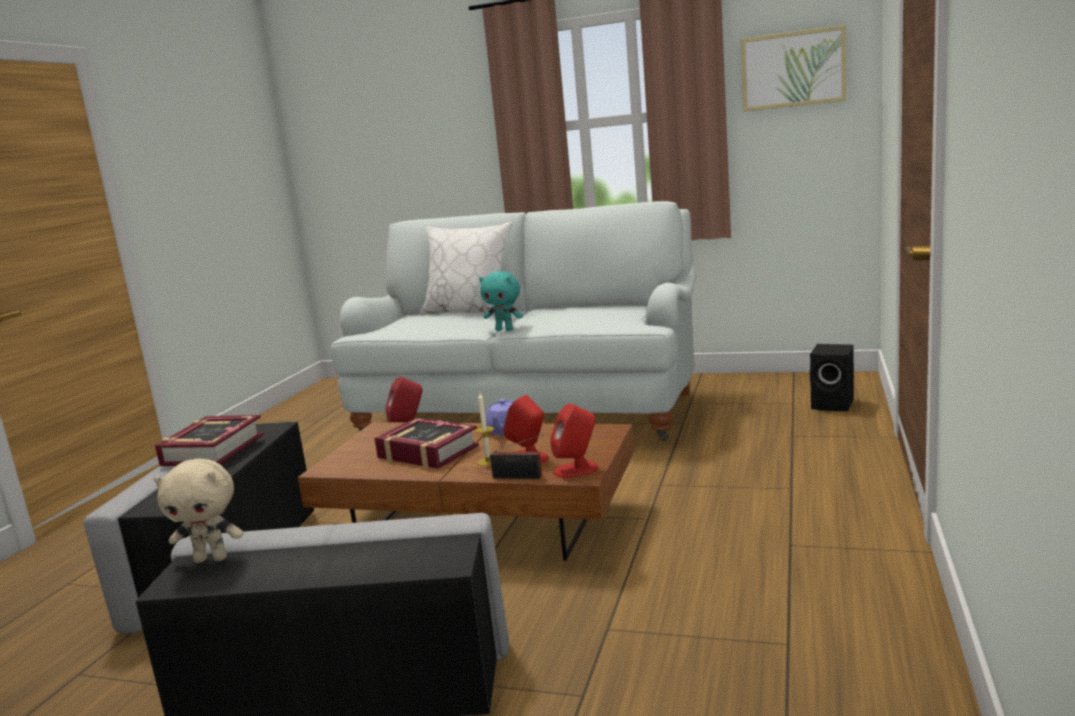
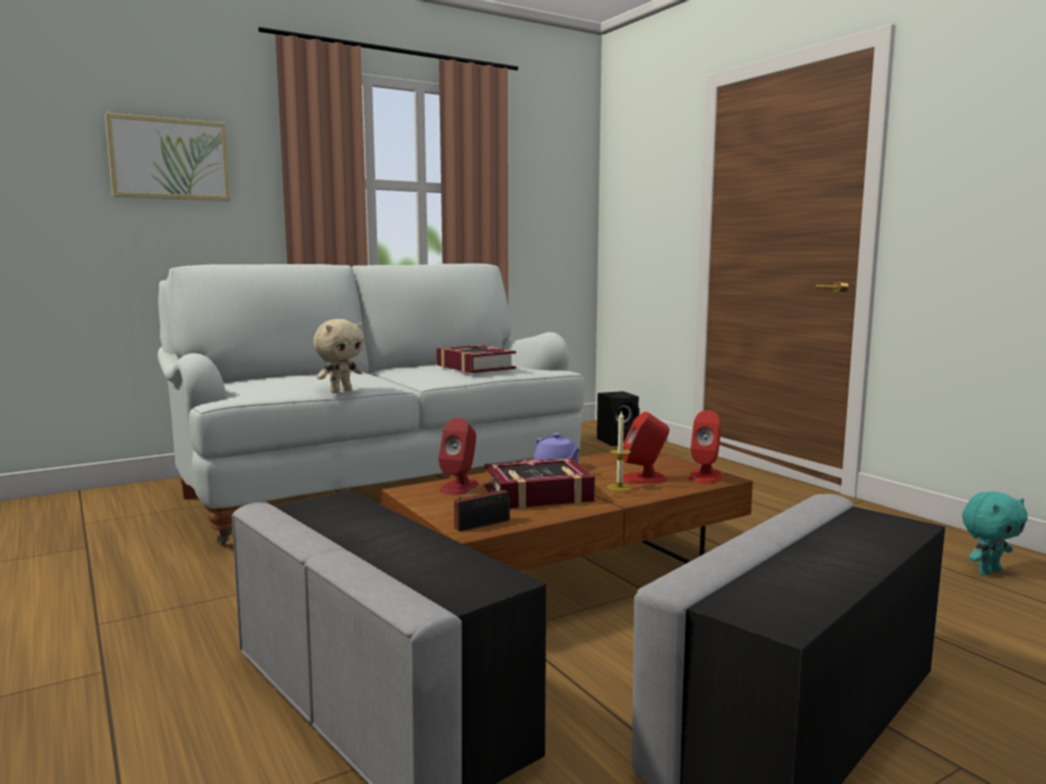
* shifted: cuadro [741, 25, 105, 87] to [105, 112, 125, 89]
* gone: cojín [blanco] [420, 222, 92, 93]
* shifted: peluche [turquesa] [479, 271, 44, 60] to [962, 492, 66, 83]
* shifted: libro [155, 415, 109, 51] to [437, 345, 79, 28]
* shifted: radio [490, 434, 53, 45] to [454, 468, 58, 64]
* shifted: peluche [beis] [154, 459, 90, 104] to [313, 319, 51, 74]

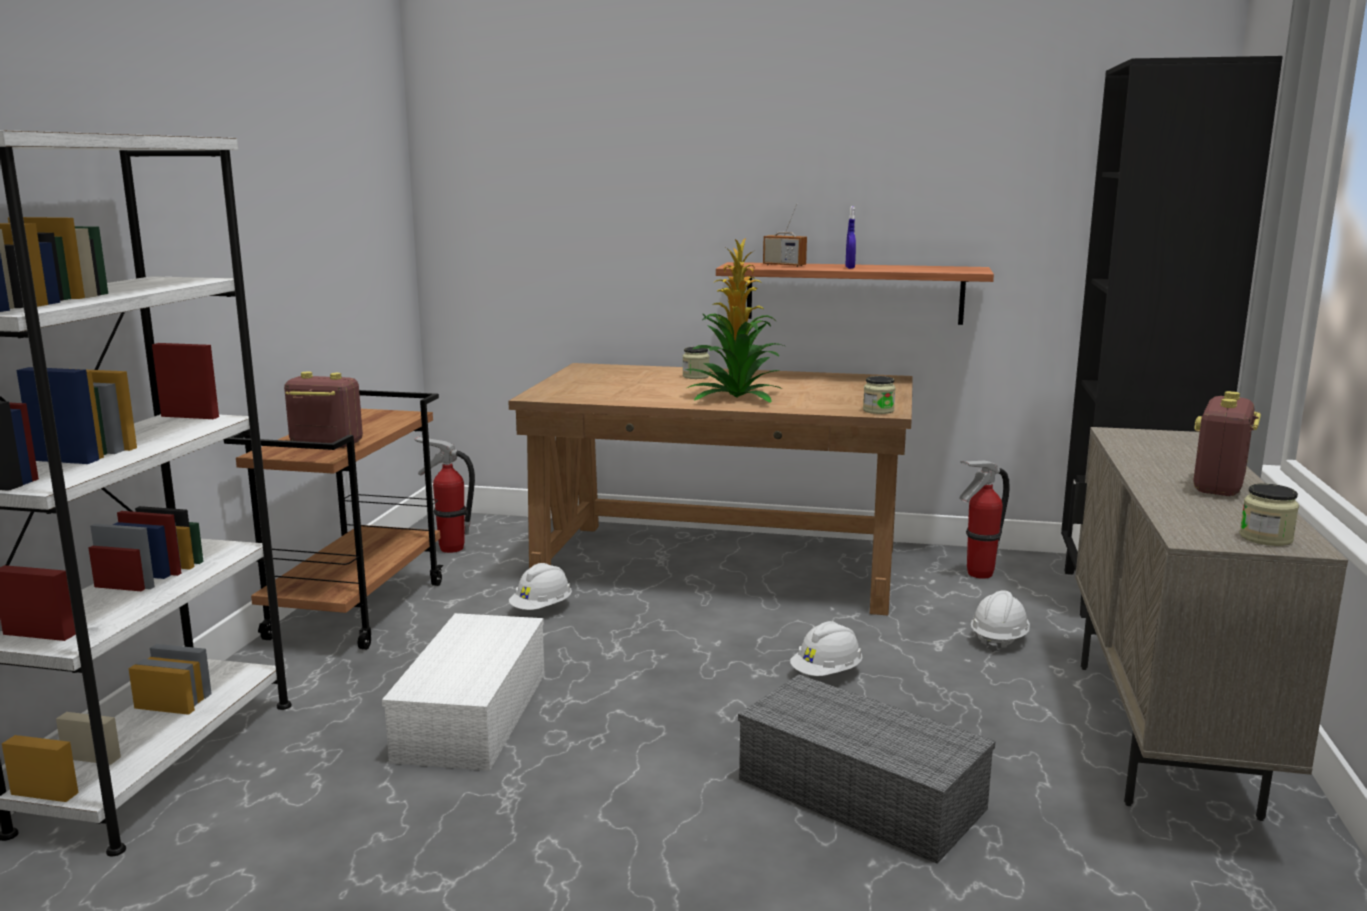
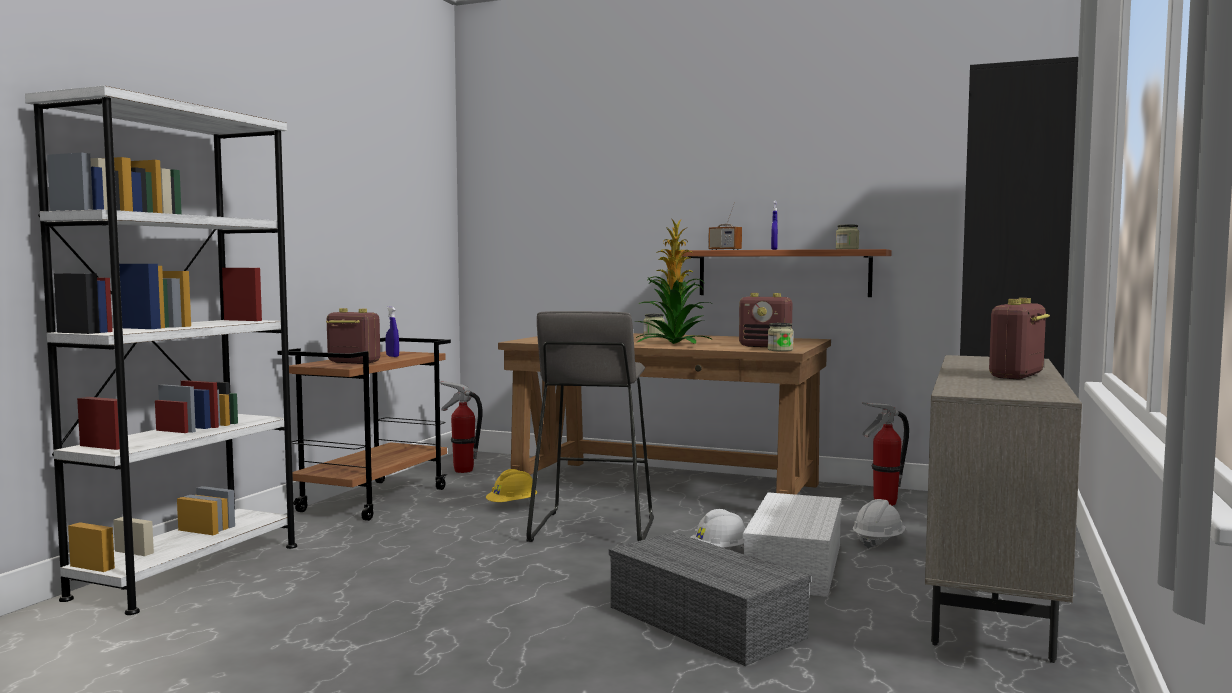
* shifted: tarro [1239, 484, 60, 62] to [836, 225, 23, 24]
* repainted: casco [blanco] [509, 563, 63, 47] to casco [amarillo] [486, 469, 51, 33]
* shifted: caja de almacenaje [blanco] [382, 613, 163, 158] to [743, 492, 99, 105]
* new: radio [739, 293, 53, 54]
* new: pulverizador [azul] [385, 307, 14, 50]
* new: taburete [gris] [527, 311, 127, 231]

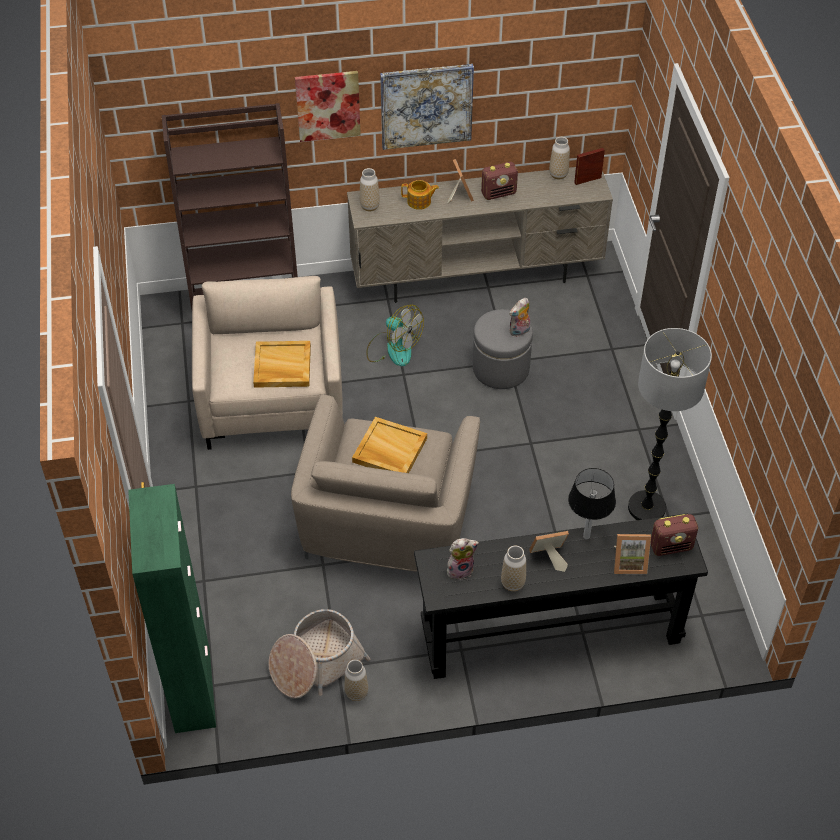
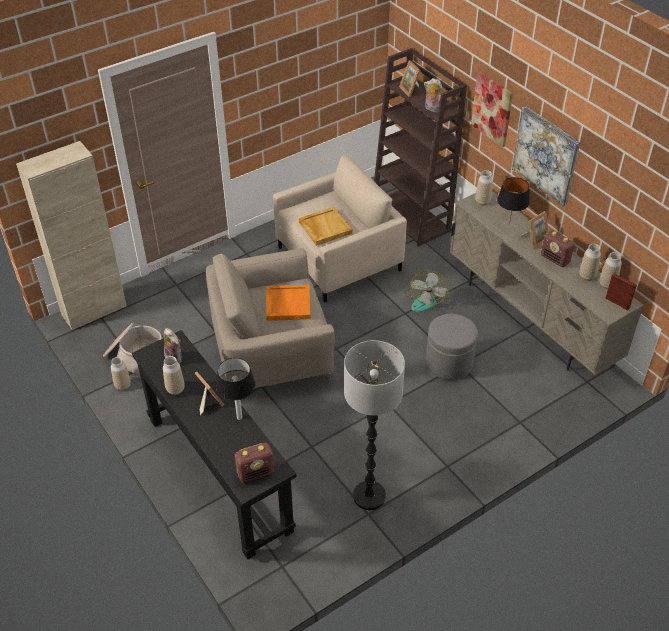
* swapped: tetera [401, 180, 38, 30] to lámpara de mesa [negro] [497, 177, 33, 47]
* shifted: peluche [509, 298, 21, 39] to [424, 78, 18, 34]
* repainted: bandeja [beis] [352, 417, 75, 56] to bandeja [naranja] [266, 285, 45, 36]
* repainted: armario [verde] [128, 484, 88, 249] to armario [beis] [16, 141, 111, 190]
* rotated: radio [650, 514, 48, 42] = [235, 443, 39, 40] 75 degrees counterclockwise
* shifted: portarretratos [614, 534, 37, 40] to [399, 60, 22, 37]
* new: florero [579, 244, 22, 37]

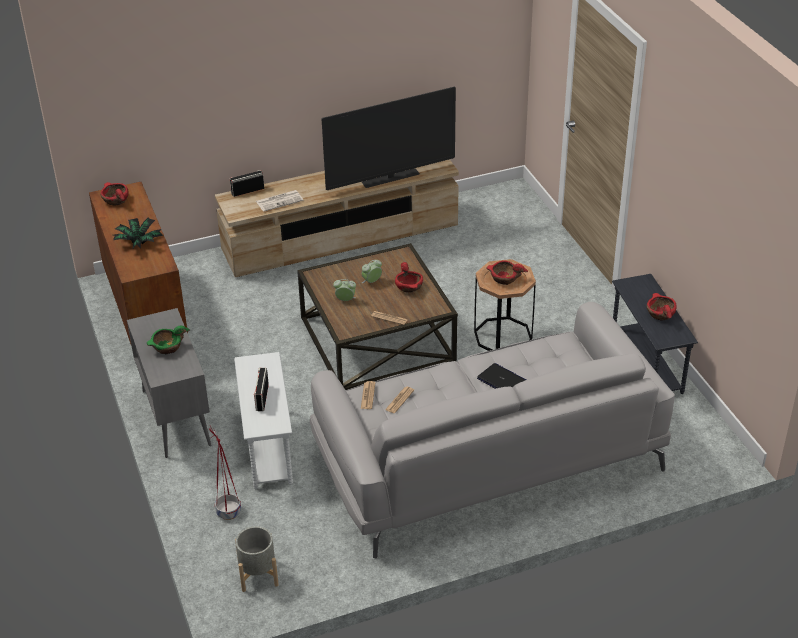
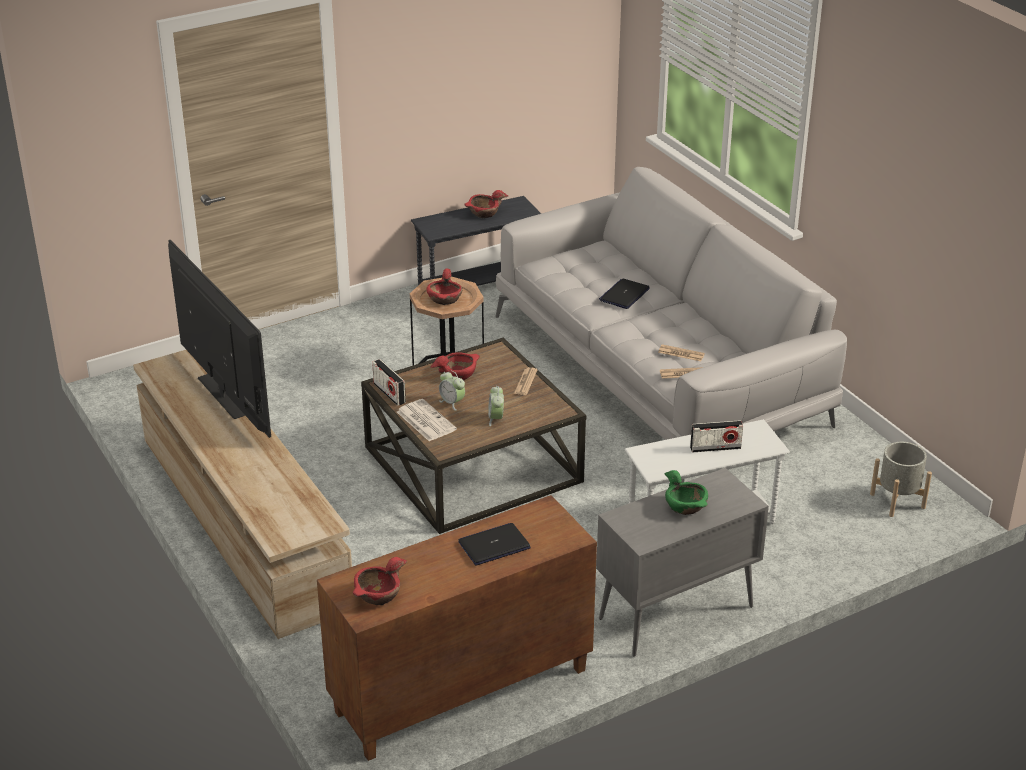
* shifted: radio [230, 170, 34, 27] to [372, 359, 34, 47]
* shifted: periódico [256, 190, 47, 22] to [397, 399, 60, 43]
* swapped: planta en maceta [113, 217, 51, 31] to portátil [458, 523, 73, 42]
* gone: maceta [rojo] [209, 426, 32, 94]

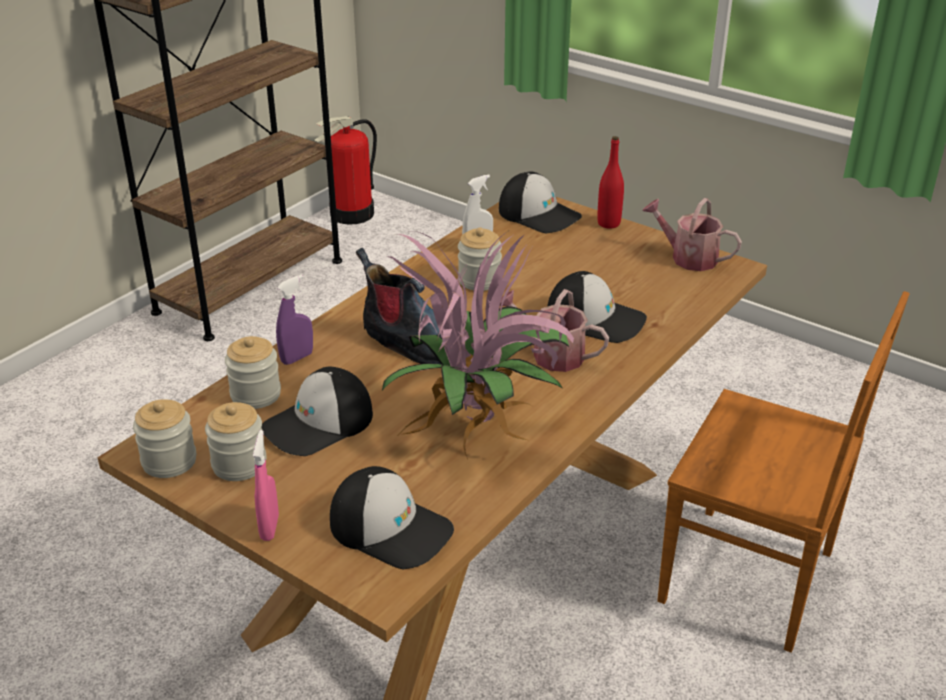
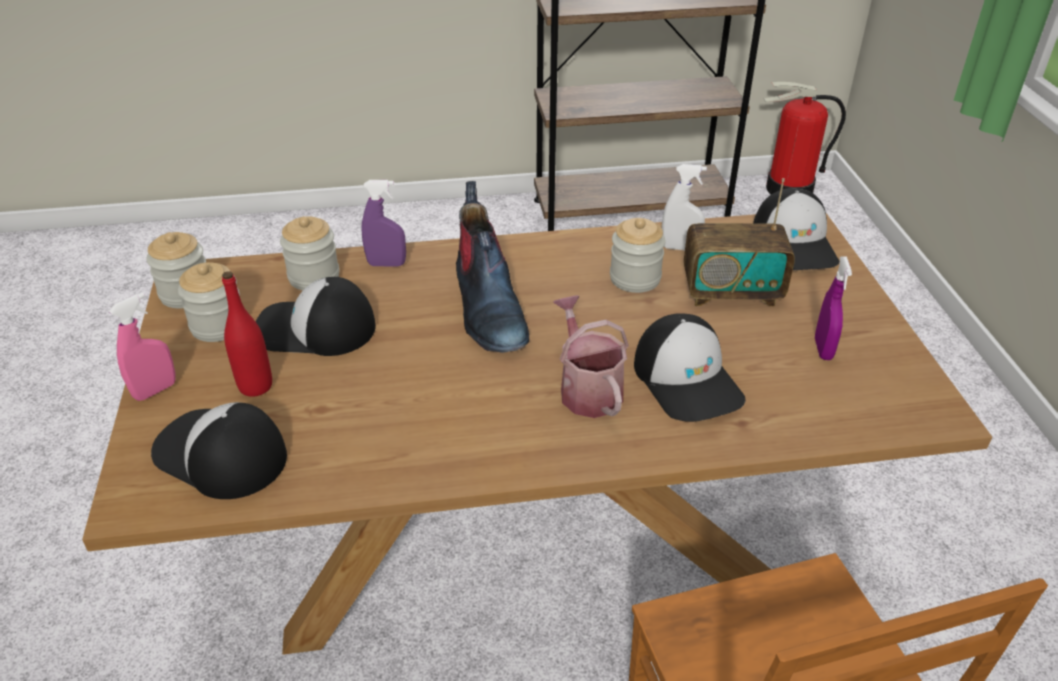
* shifted: botella [rojo] [597, 136, 27, 92] to [222, 271, 50, 126]
* gone: regadera [643, 198, 99, 73]
* gone: planta en maceta [382, 228, 192, 231]
* rotated: gorra [330, 466, 124, 103] = [151, 402, 136, 97] 135 degrees clockwise
* new: radio [684, 178, 111, 129]
* new: pulverizador [morado] [815, 256, 37, 104]

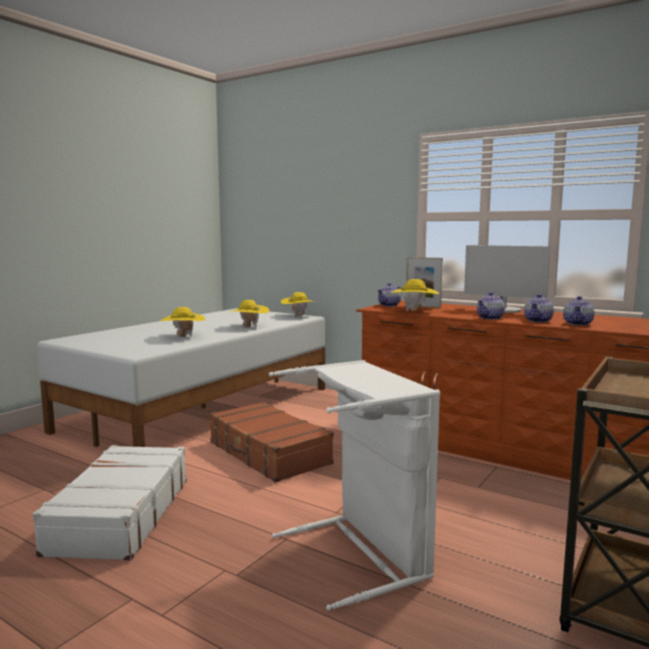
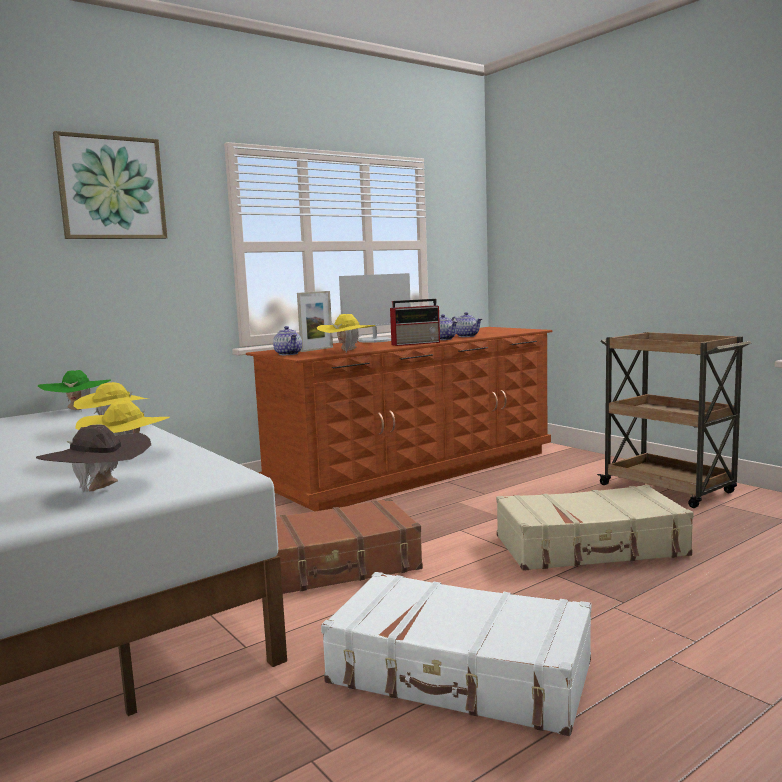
* repainted: sombrero [amarillo] [281, 292, 34, 25] to sombrero [verde] [38, 370, 73, 42]
* swapped: tetera [477, 292, 28, 28] to radio [390, 299, 50, 47]
* swapped: cesto de la ropa [blanco] [269, 360, 171, 251] to maleta [beis] [496, 485, 197, 86]
* new: cuadro [53, 131, 114, 108]
* new: sombrero [marrón] [36, 424, 115, 68]

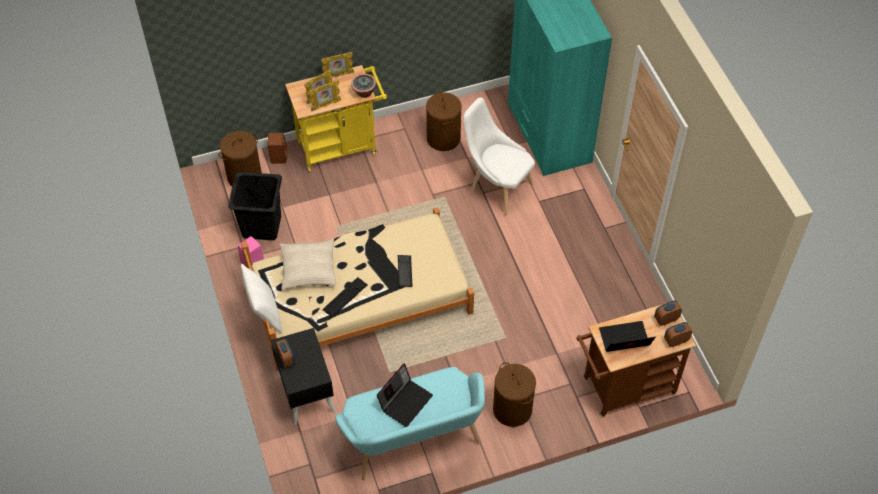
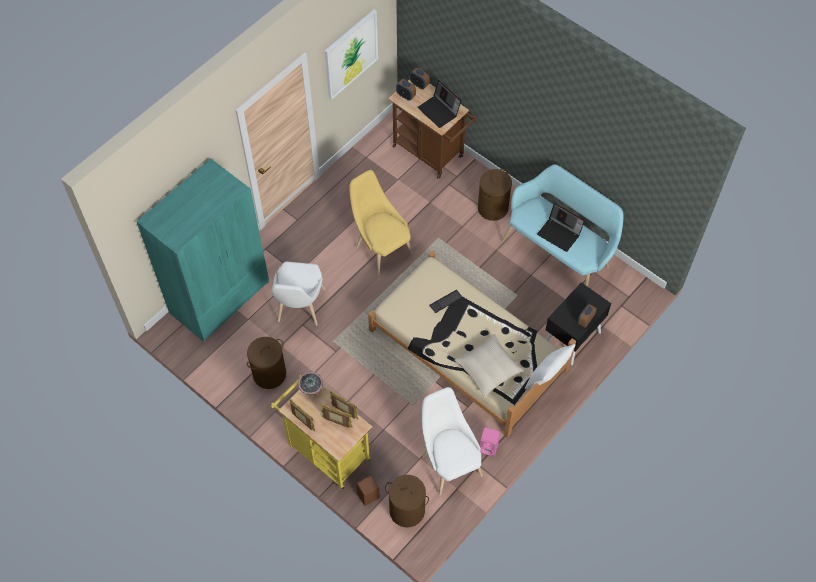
* swapped: cesto de la ropa [negro] [228, 172, 54, 68] to silla [blanco] [422, 387, 61, 108]
* gone: teclado [322, 277, 45, 41]
* rotated: portátil [377, 363, 56, 64] = [537, 203, 48, 49] 150 degrees counterclockwise
* new: cuadro [325, 9, 53, 91]
* new: silla [amarillo] [349, 170, 64, 106]

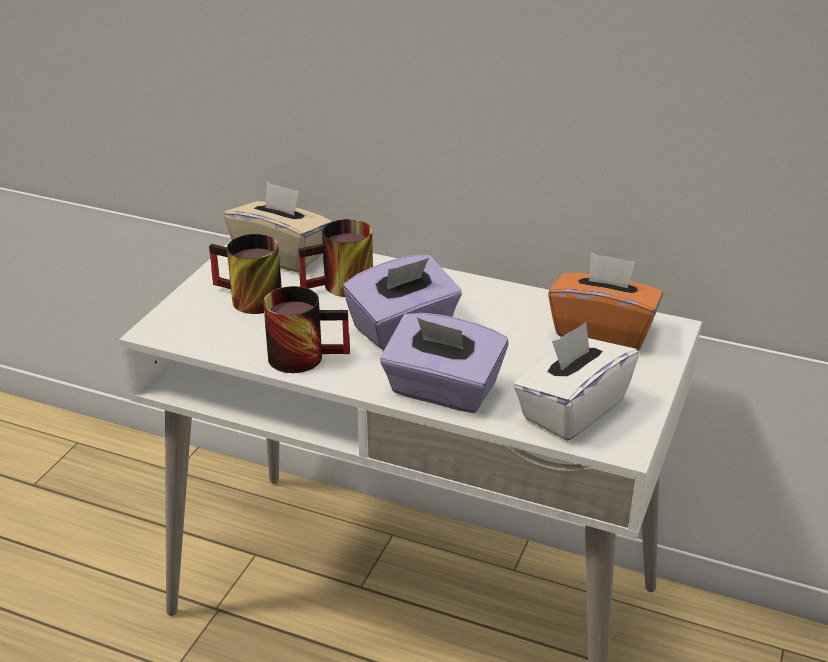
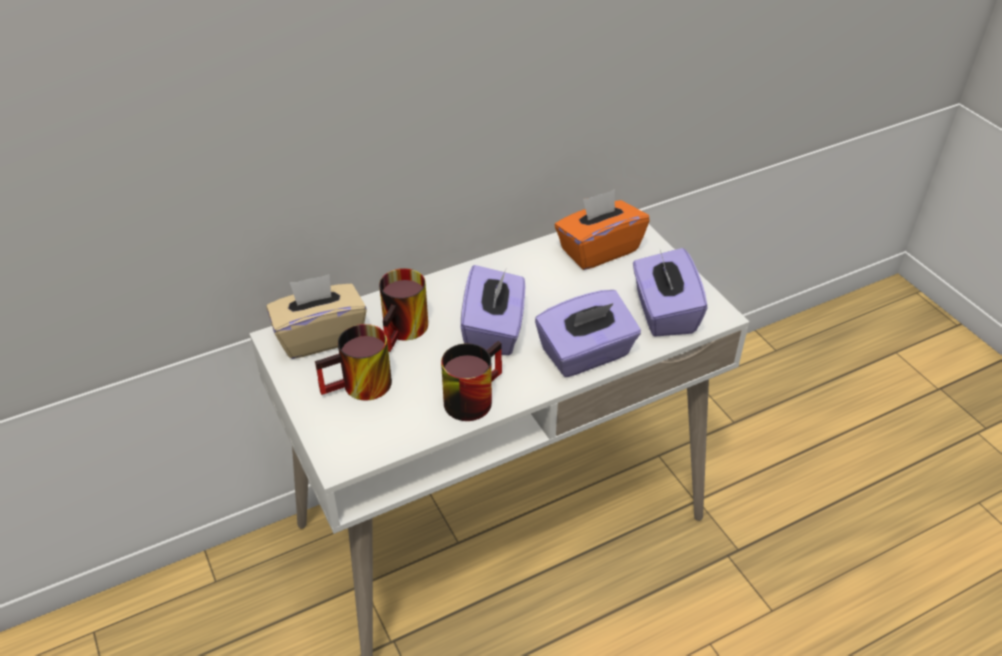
* repainted: caja de pañuelos [blanco] [513, 322, 126, 119] to caja de pañuelos [morado] [633, 248, 75, 89]

